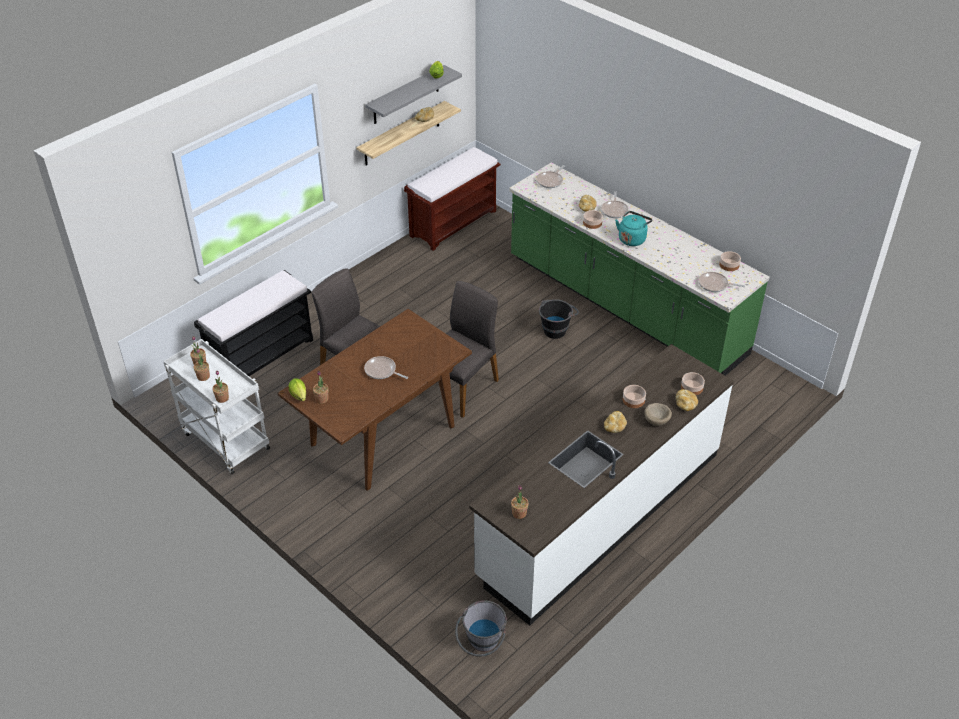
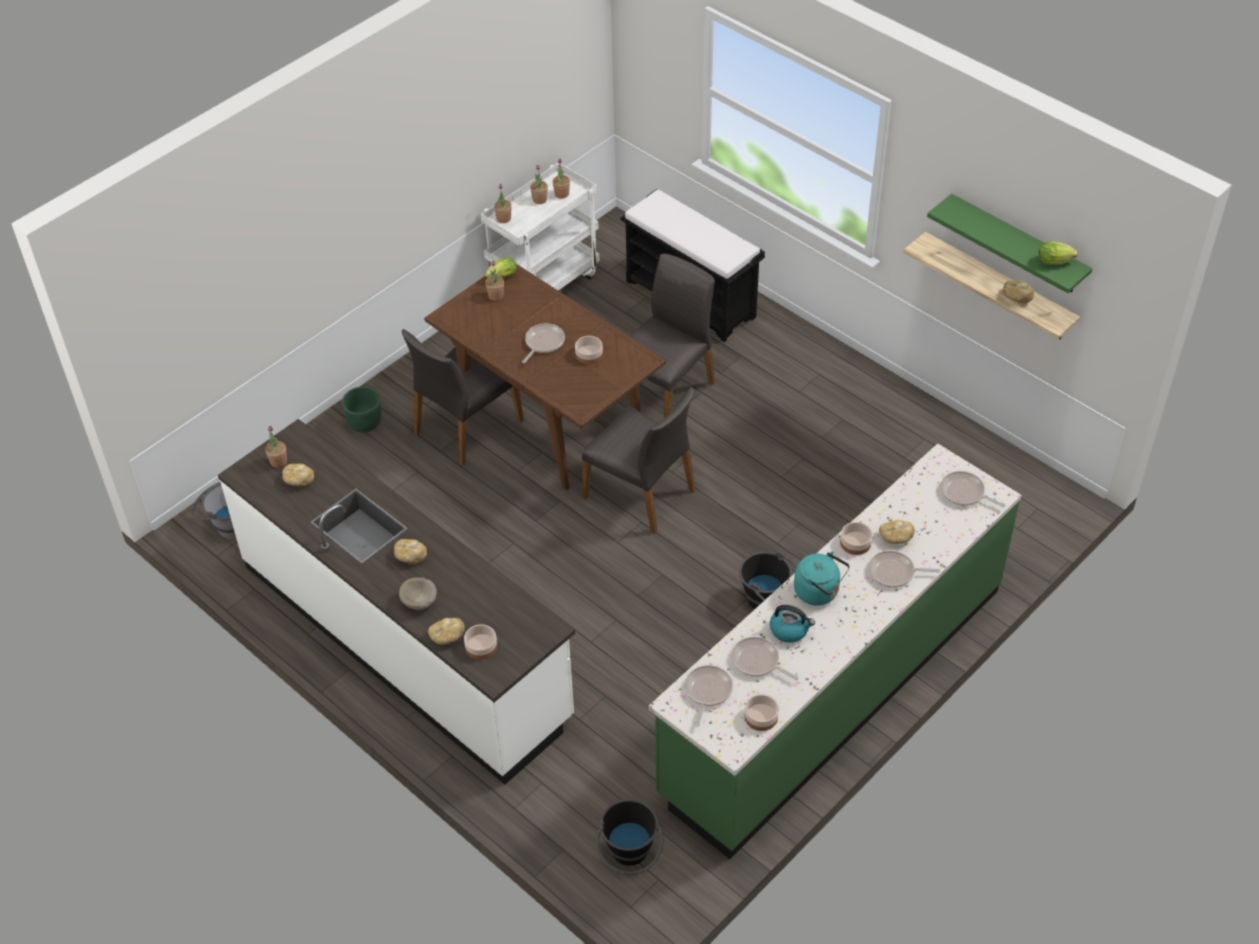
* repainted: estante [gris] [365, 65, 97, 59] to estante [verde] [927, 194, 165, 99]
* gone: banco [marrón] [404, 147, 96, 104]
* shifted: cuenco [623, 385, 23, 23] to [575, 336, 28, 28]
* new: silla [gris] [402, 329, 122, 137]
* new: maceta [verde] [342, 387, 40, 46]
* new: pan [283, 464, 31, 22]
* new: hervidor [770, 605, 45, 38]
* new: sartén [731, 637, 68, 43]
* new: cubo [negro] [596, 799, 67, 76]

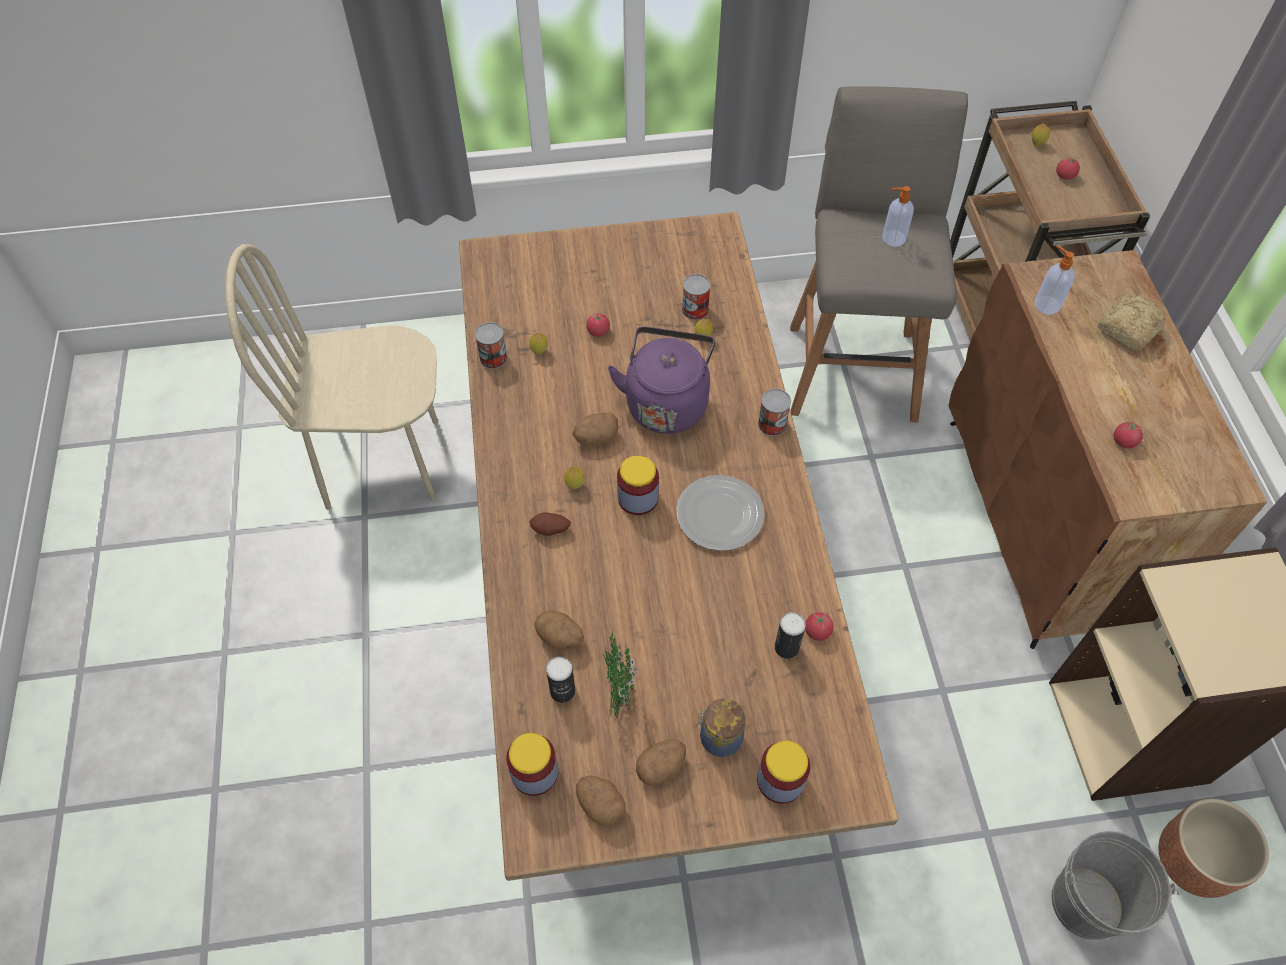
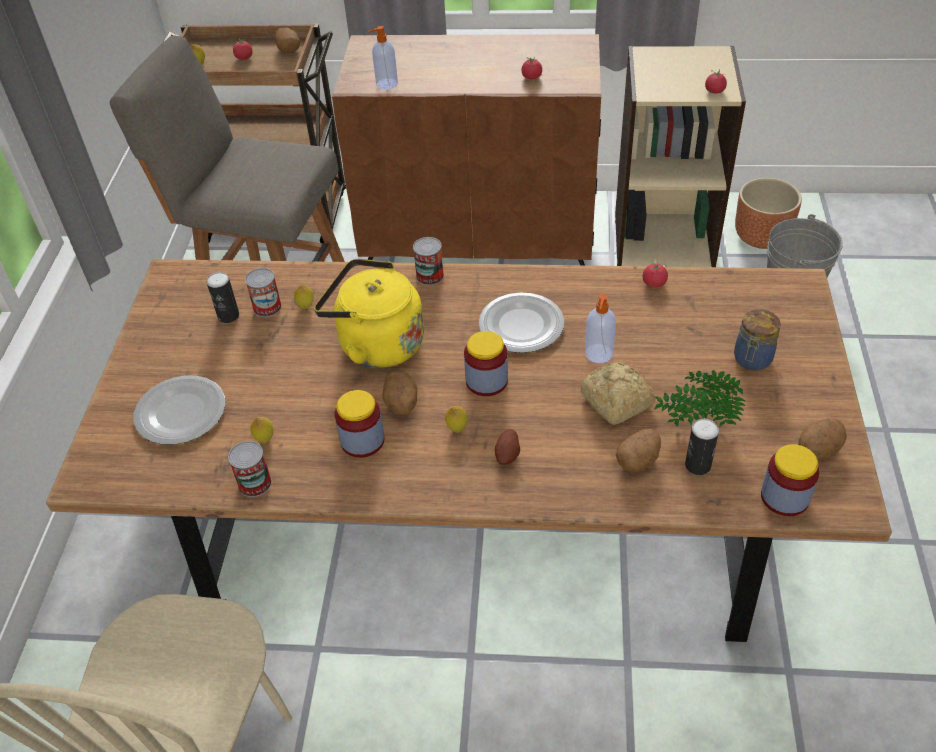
* shifted: dispensador de jabón [882, 186, 32, 61] to [585, 294, 31, 69]
* shifted: pan [1098, 294, 67, 57] to [581, 362, 75, 63]
* shifted: tomate [586, 311, 24, 26] to [705, 69, 22, 25]
* repainted: hervidor [morado] [608, 327, 107, 107] to hervidor [amarillo] [314, 259, 110, 109]
* shifted: lata [775, 612, 31, 47] to [206, 272, 33, 51]
* shifted: patata [636, 739, 50, 46] to [275, 27, 25, 26]
* shifted: tarro [757, 740, 53, 64] to [334, 390, 50, 68]
* new: plato [133, 376, 93, 69]

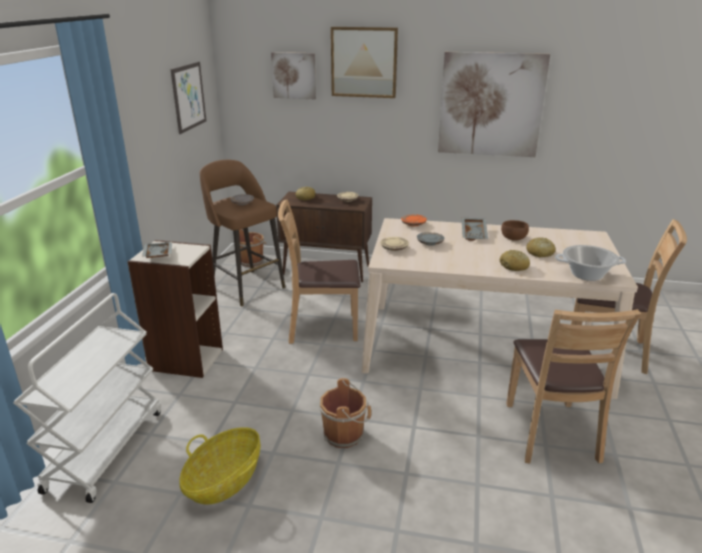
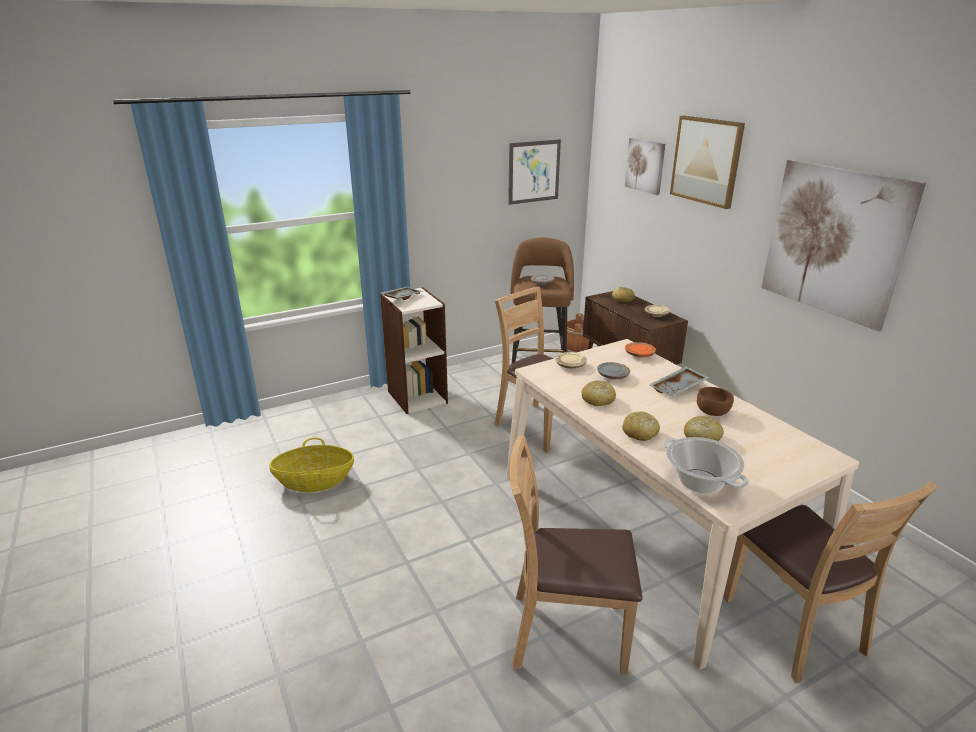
* gone: carrito [blanco] [14, 293, 147, 210]
* rotated: silla [marrón] [506, 309, 135, 155] = [510, 435, 133, 239] 45 degrees clockwise
* gone: cubo [marrón] [319, 378, 52, 70]
* new: pan [582, 381, 34, 25]

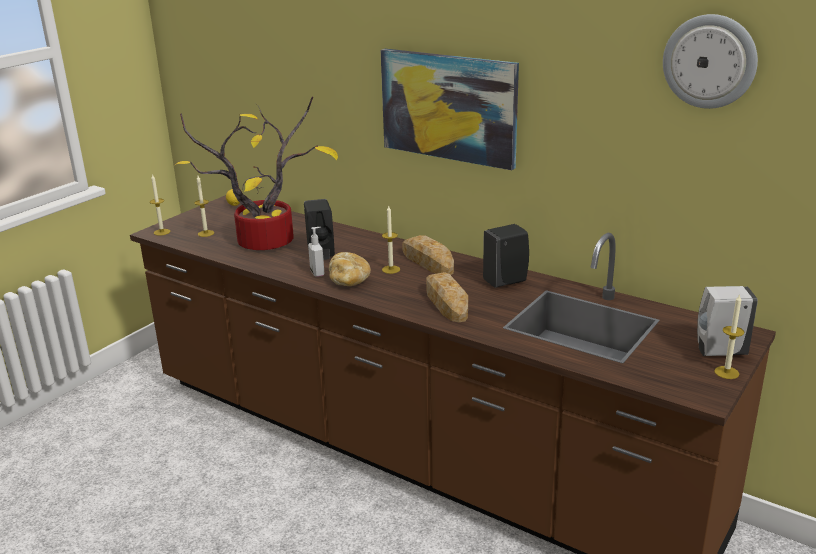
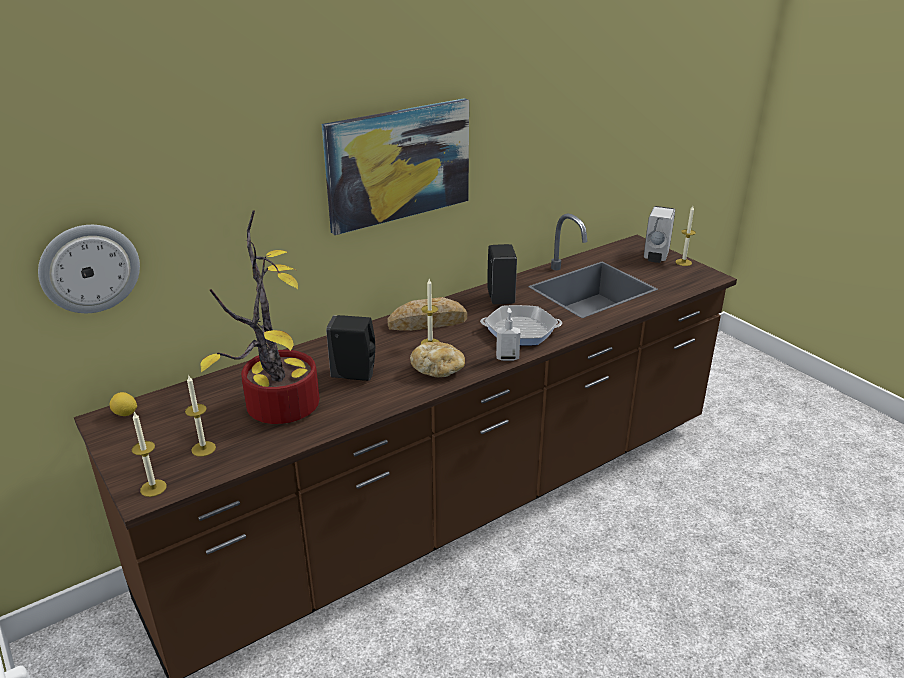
* shifted: reloj de pared [663, 14, 95, 95] to [38, 225, 102, 88]
* shifted: dispensador de jabón [308, 227, 16, 50] to [496, 308, 24, 53]
* swapped: pan [426, 272, 42, 50] to sartén [480, 305, 82, 40]

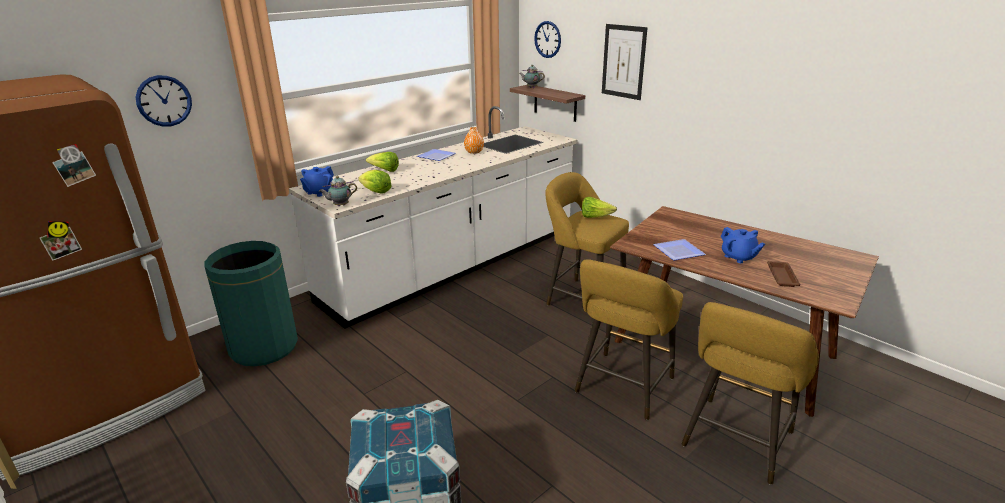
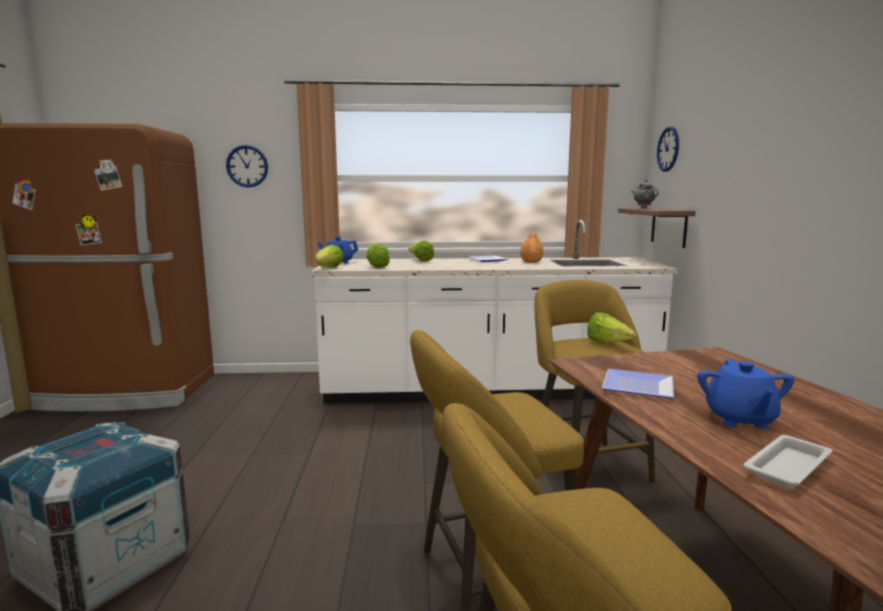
* gone: cuadro [602, 24, 46, 76]
* swapped: tetera [319, 176, 38, 30] to lechuga [316, 244, 28, 24]
* gone: papelera [verde] [205, 241, 93, 125]
* repainted: bandeja [marrón] [767, 261, 33, 26] to bandeja [blanco] [743, 435, 90, 53]

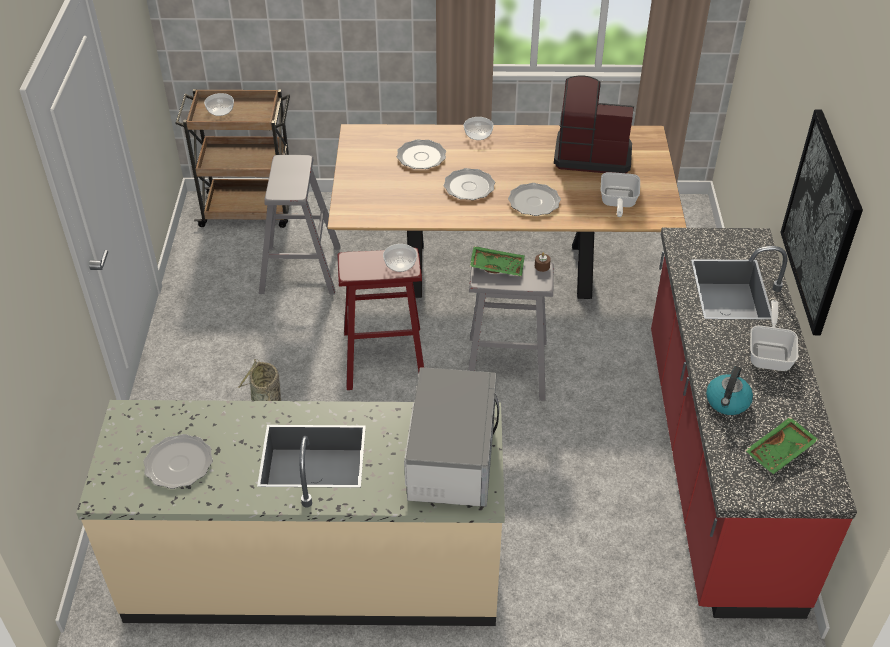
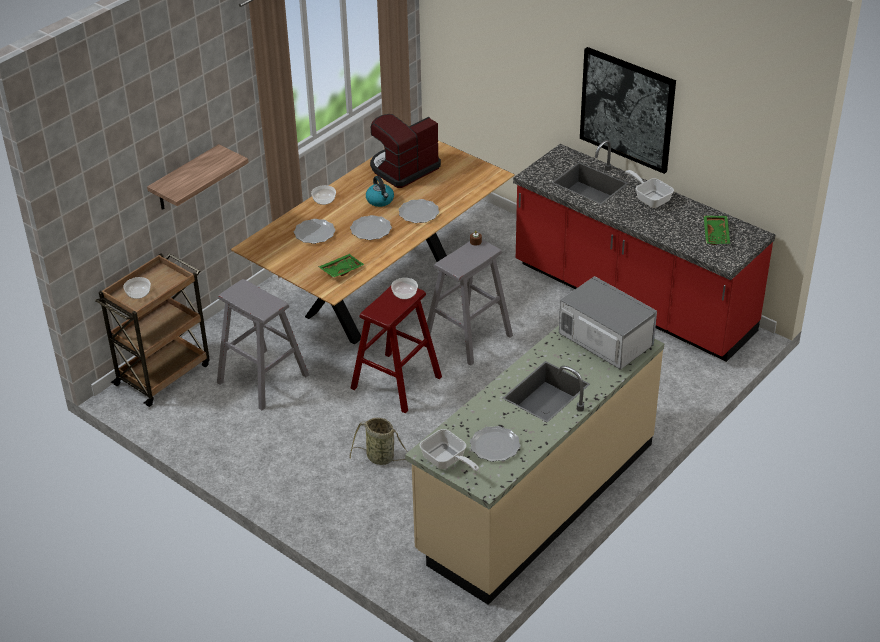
* shifted: sartén [600, 172, 40, 45] to [419, 429, 60, 43]
* shifted: bandeja [verde] [470, 246, 55, 31] to [318, 254, 46, 24]
* shifted: hervidor [706, 366, 47, 49] to [366, 176, 28, 31]
* new: estante [147, 144, 102, 66]

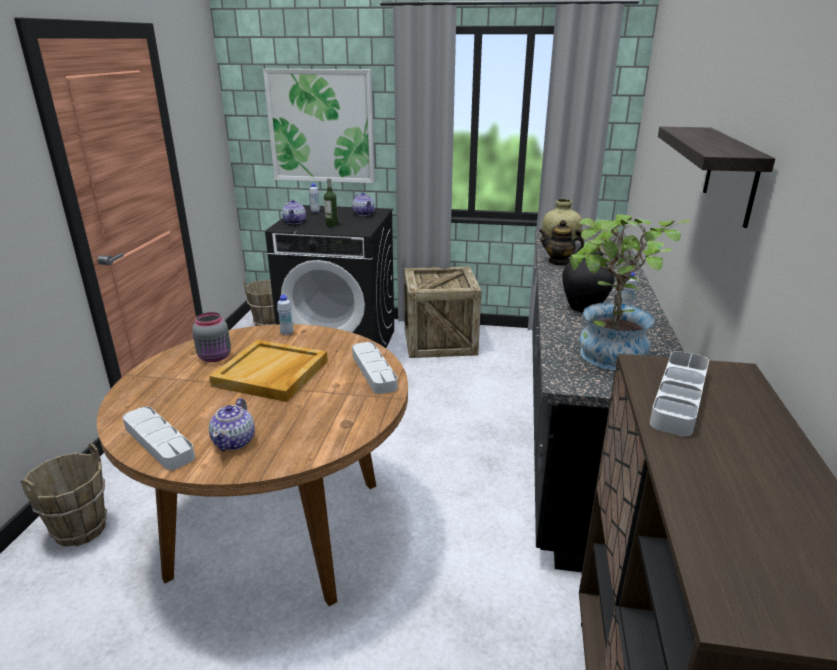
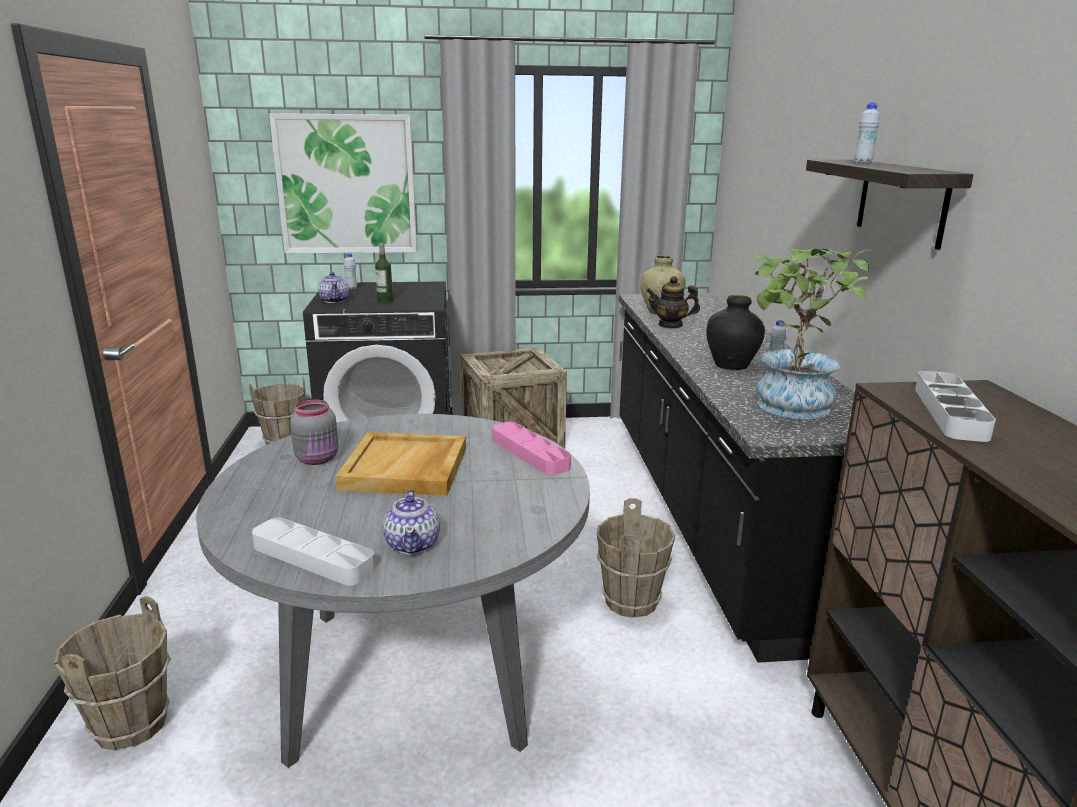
* gone: tetera [352, 192, 23, 24]
* shifted: botella [blanco] [277, 295, 16, 41] to [854, 102, 26, 62]
* repainted: mesa de comedor [marrón] [96, 324, 312, 282] to mesa de comedor [gris] [196, 414, 394, 354]
* repainted: bandeja [gris] [352, 342, 46, 52] to bandeja [rosa] [492, 422, 79, 53]
* new: cubo [marrón] [597, 498, 78, 120]

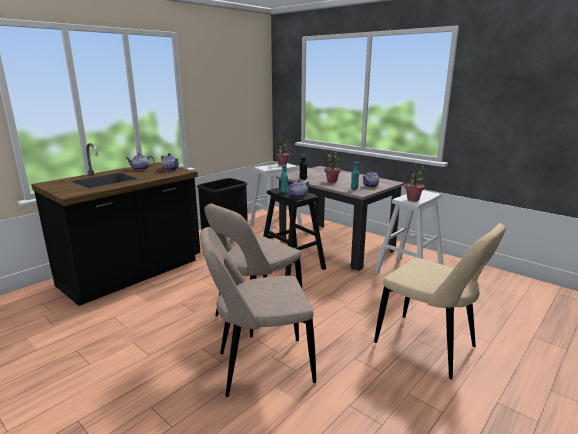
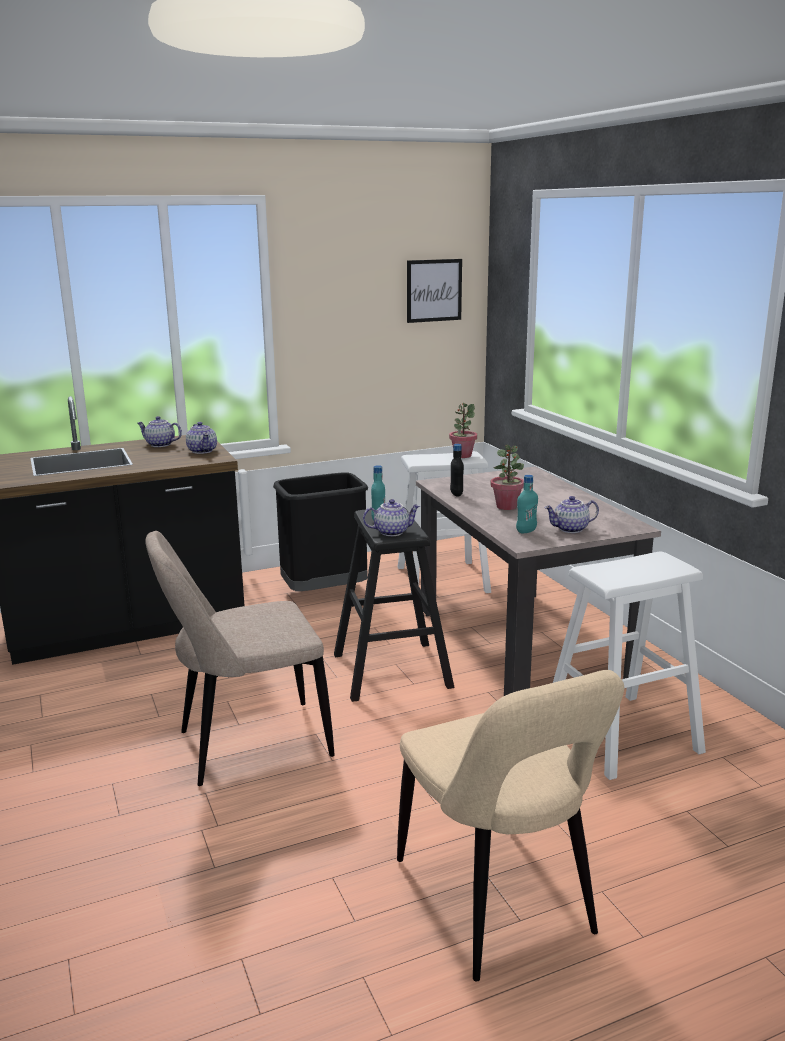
* gone: planta en maceta [405, 165, 19, 36]
* gone: silla [beis] [200, 227, 116, 170]
* new: cuadro [407, 259, 55, 64]

